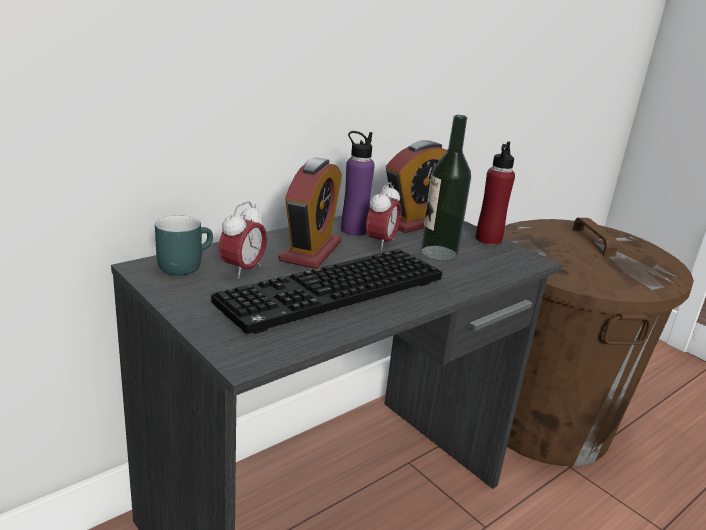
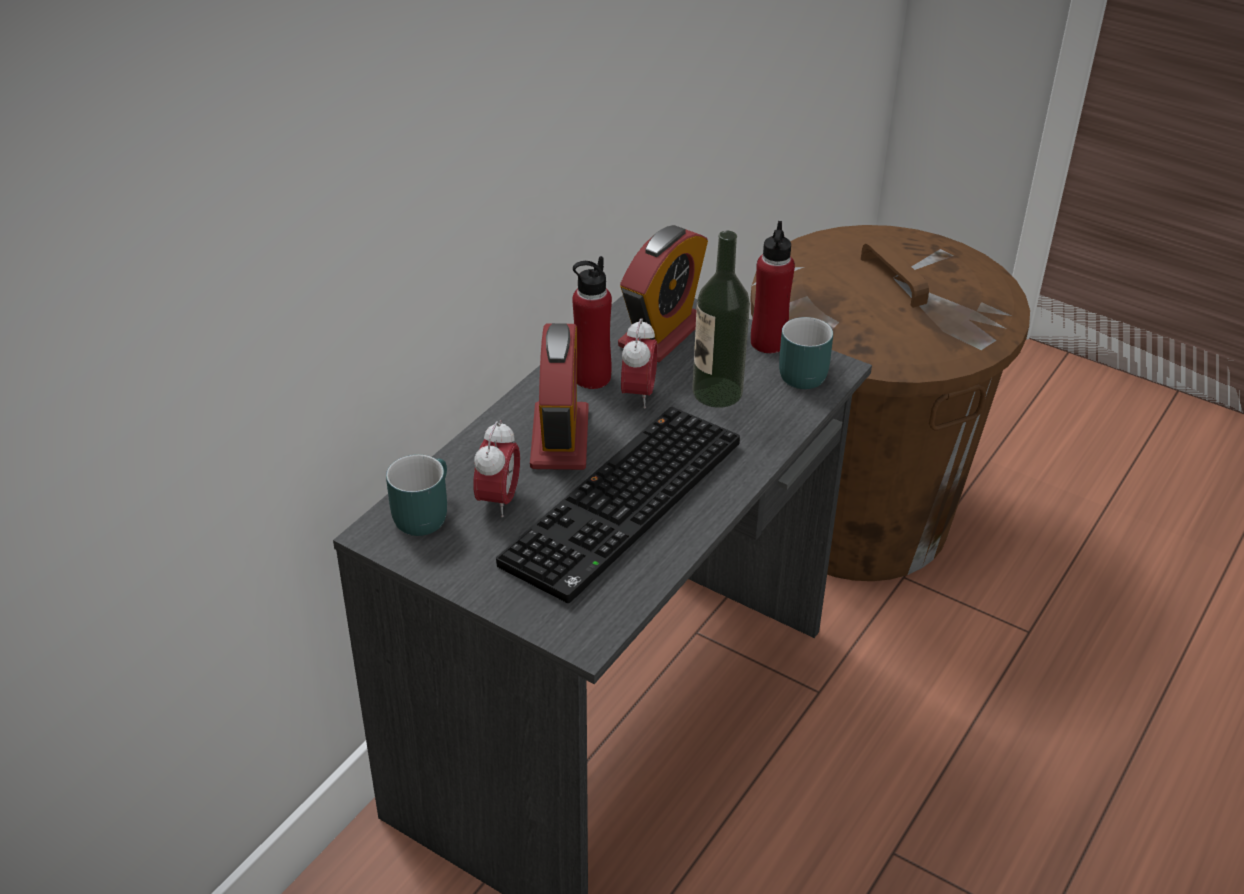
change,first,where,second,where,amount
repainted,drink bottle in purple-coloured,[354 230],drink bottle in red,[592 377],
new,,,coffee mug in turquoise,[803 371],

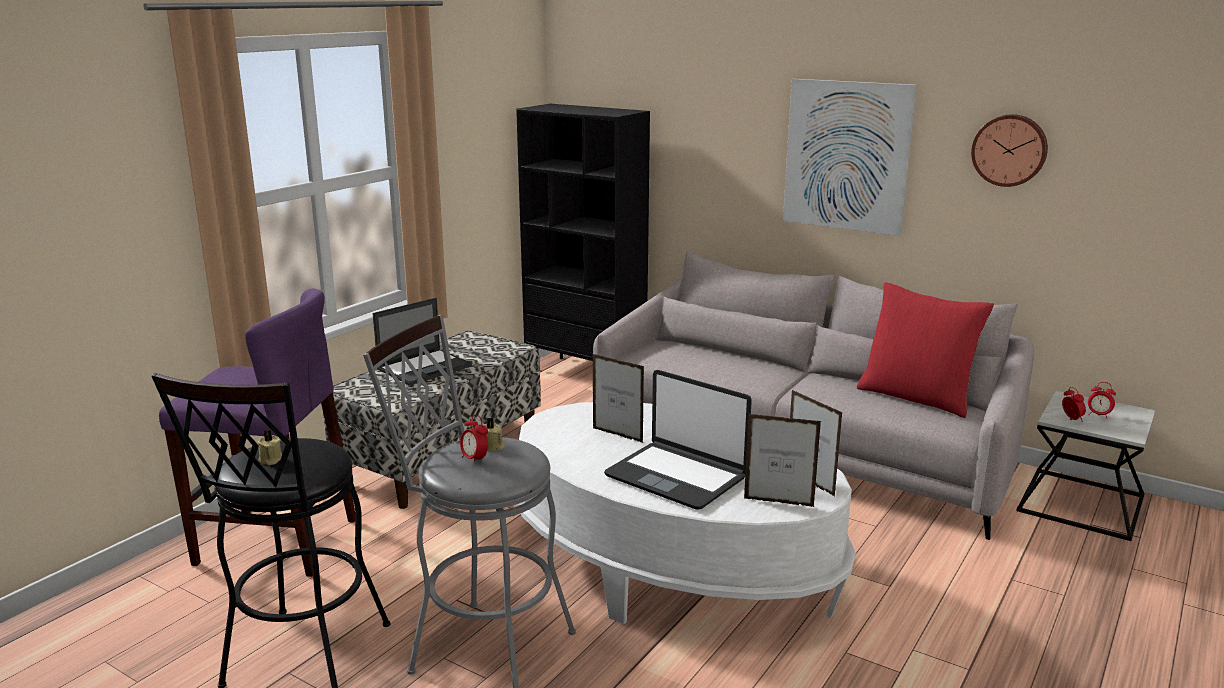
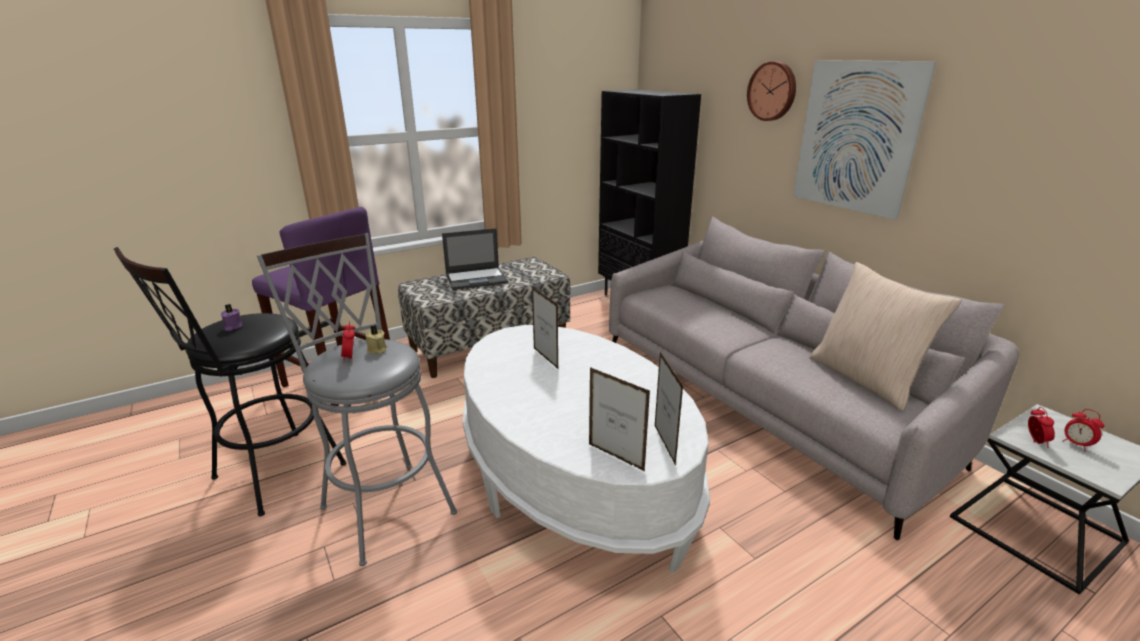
change,first,where,second,where,amount
shifted,hanging clock,[1009 150],,[772 91],
repainted,pillow in red,[917 397],pillow in sand-coloured,[865 379],
gone,notebook computer,[676 476],,,
repainted,candle in sand-coloured,[270 460],candle in purple-coloured,[232 327],

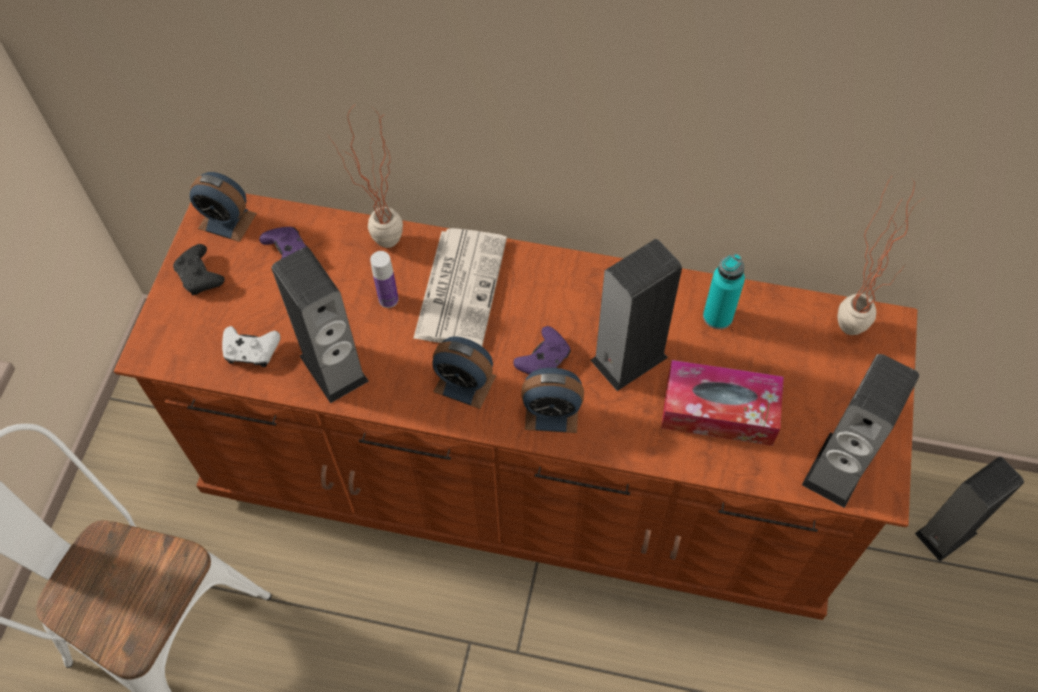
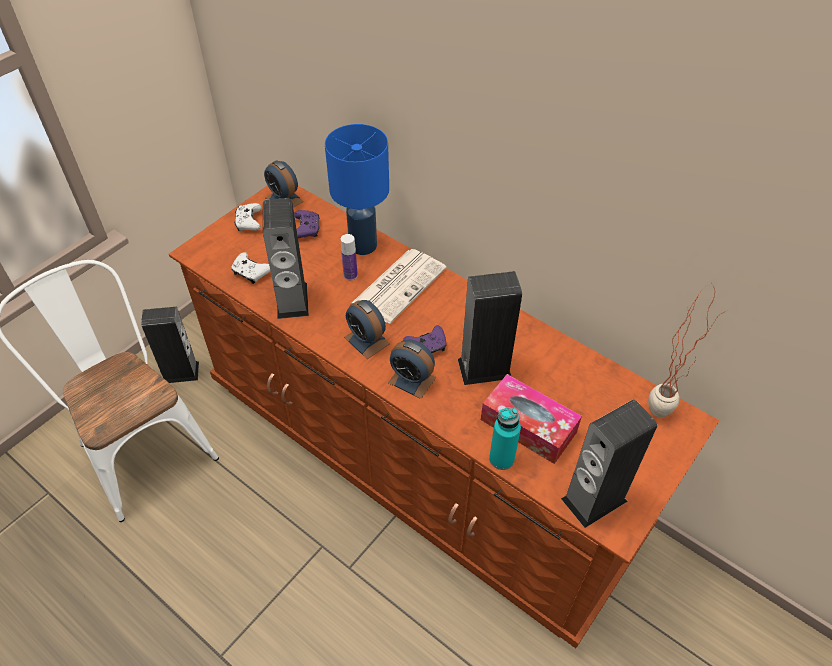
change,first,where,second,where,amount
swapped,plant in a pot,[380 248],table lamp in blue-coloured,[364 245],
repainted,game controller in black,[200 276],game controller in whitish,[249 222],
shifted,drink bottle in turquoise,[717 317],,[501 459],
shifted,speaker,[946 533],,[180 372],

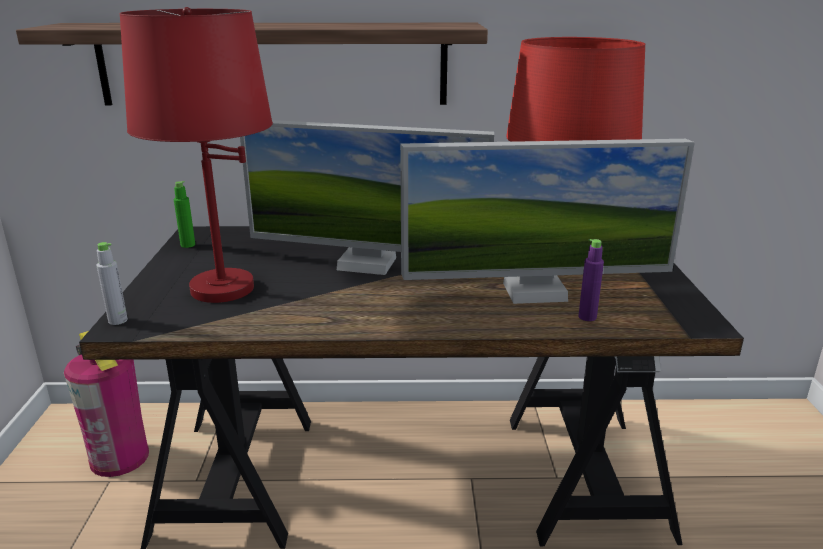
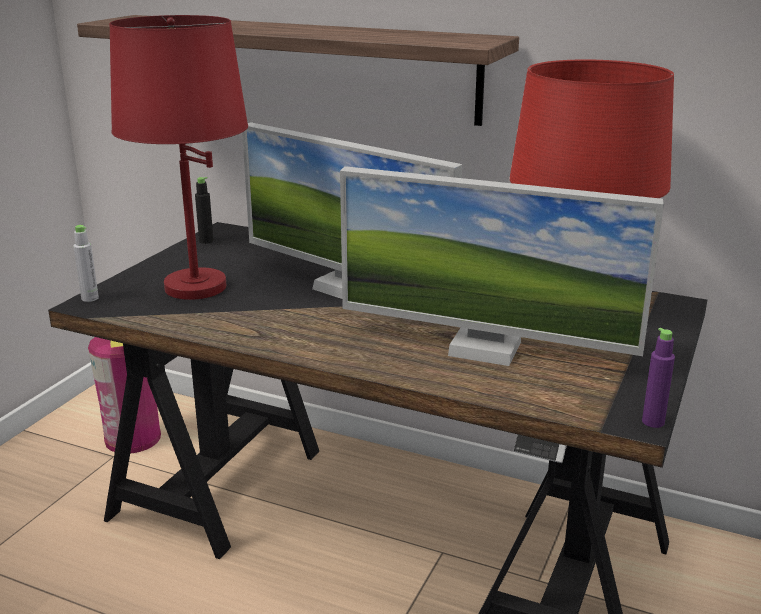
change,first,where,second,where,amount
repainted,drink bottle in green,[188 245],drink bottle in black,[206 241],
shifted,drink bottle in purple-coloured,[587 317],,[653 422],

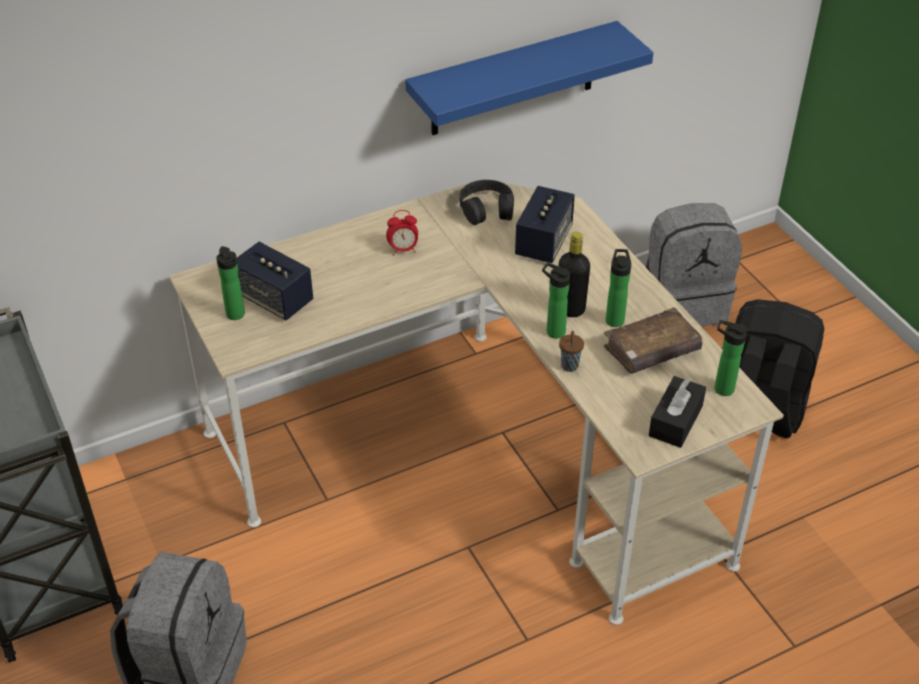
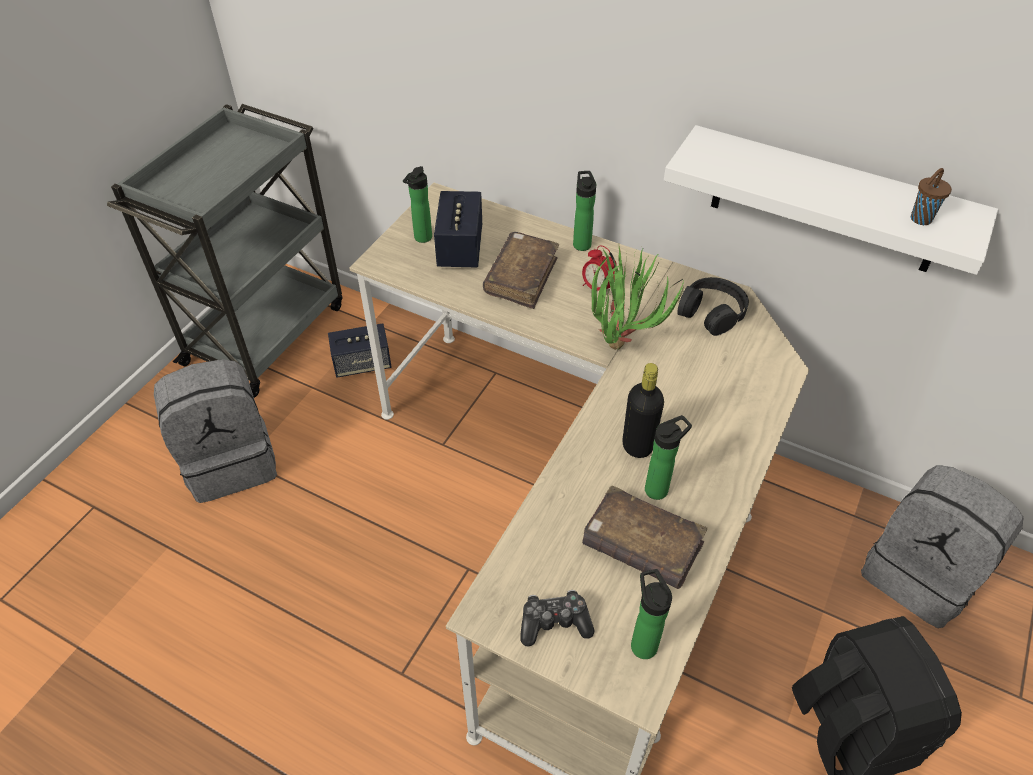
change,first,where,second,where,amount
repainted,bracket shelf in blue-coloured,[513 80],bracket shelf in whitish,[826 201],
shifted,speaker,[543 242],,[362 364],
shifted,drink bottle,[553 331],,[581 243],
shifted,cup in brownish,[569 367],,[919 219],
swapped,tissue box in black,[675 421],game controller,[554 622],
new,,,bound book in brownish,[521 277],
new,,,plant in a pot,[622 339],

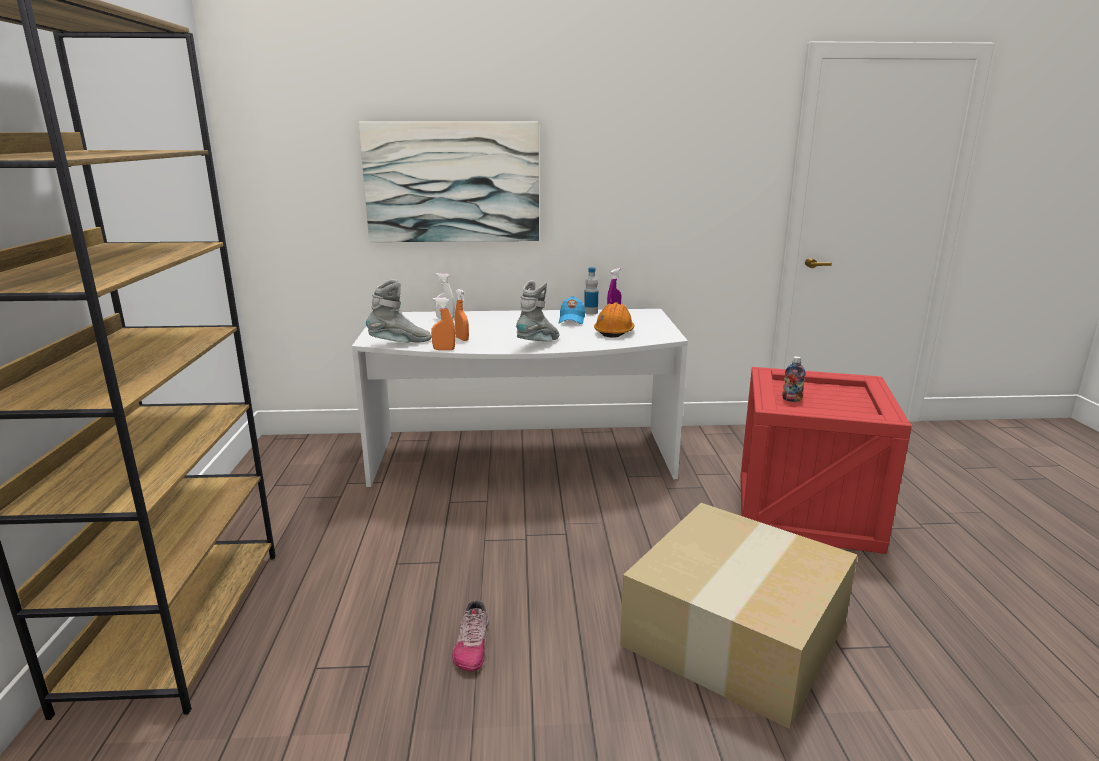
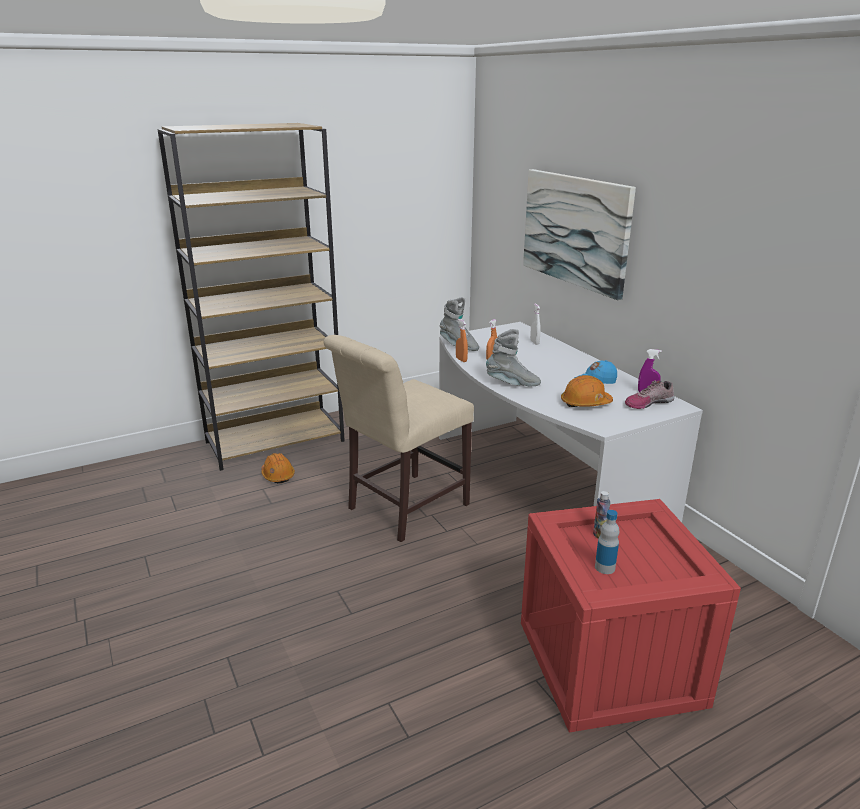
change,first,where,second,where,amount
shifted,drink bottle,[591 312],,[605 567],
gone,packing box,[736 636],,,
shifted,shoe,[472 645],,[648 403],
new,,,upright chair in sand-coloured,[402 508],
new,,,work helmet in orange-coloured,[278 475],

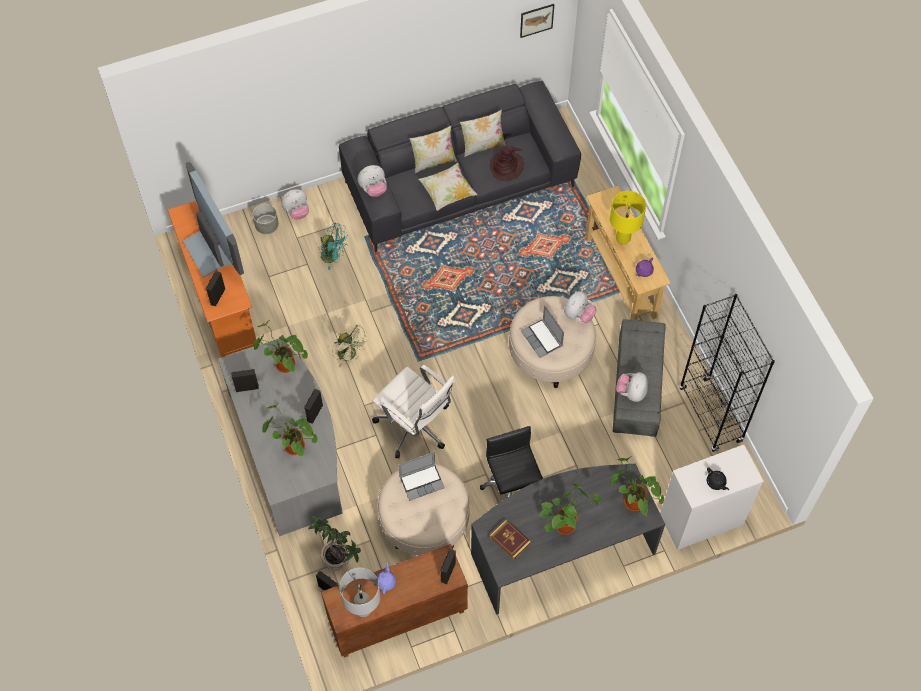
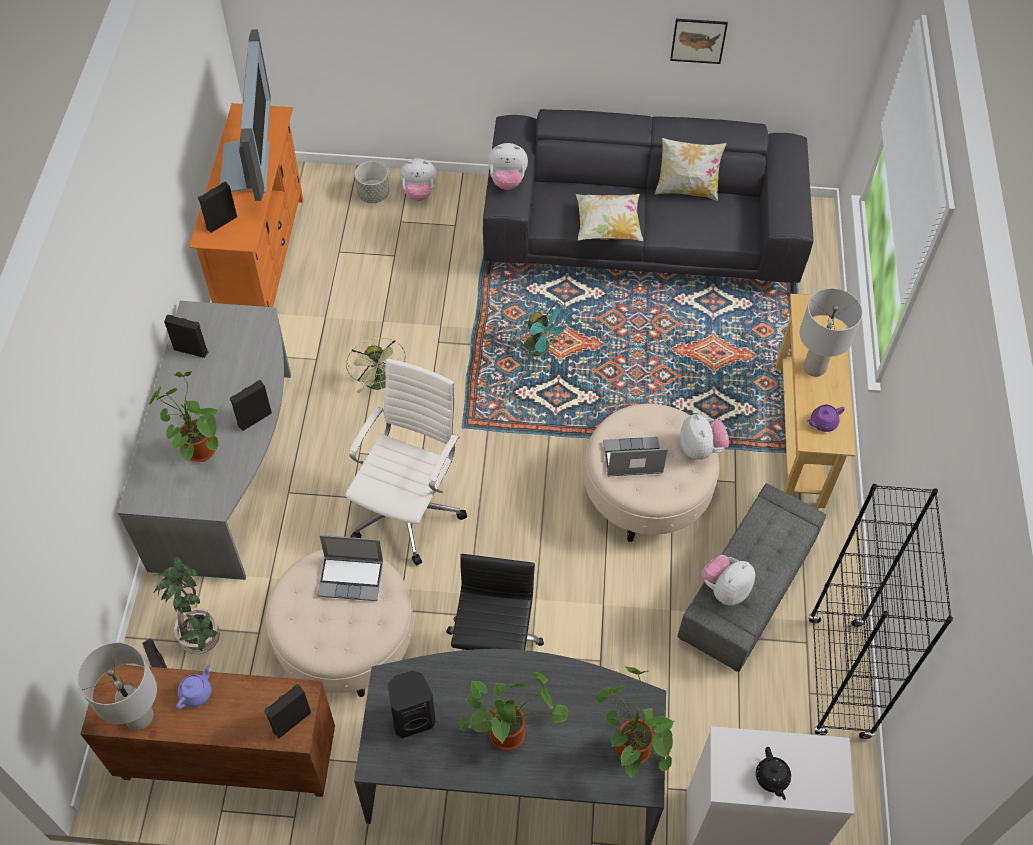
change,first,where,second,where,amount
shifted,picture,[536 20],,[698 40],
gone,pillow,[433 162],,,
gone,clothing hat in brownish,[506 166],,,
repainted,table lamp in yellow-coloured,[623 238],table lamp in greyish,[815 368],
shifted,fan in turquoise,[333 256],,[541 349],
rotated,cuddly toy,[578 315],,[701 449],75 degrees counterclockwise
rotated,notebook computer,[542 339],,[631 459],90 degrees clockwise
gone,plant in a pot,[283 365],,,
rotated,computer chair in whitish,[415 426],,[408 509],135 degrees counterclockwise
swapped,bound book,[510 540],speaker in black,[412 718],

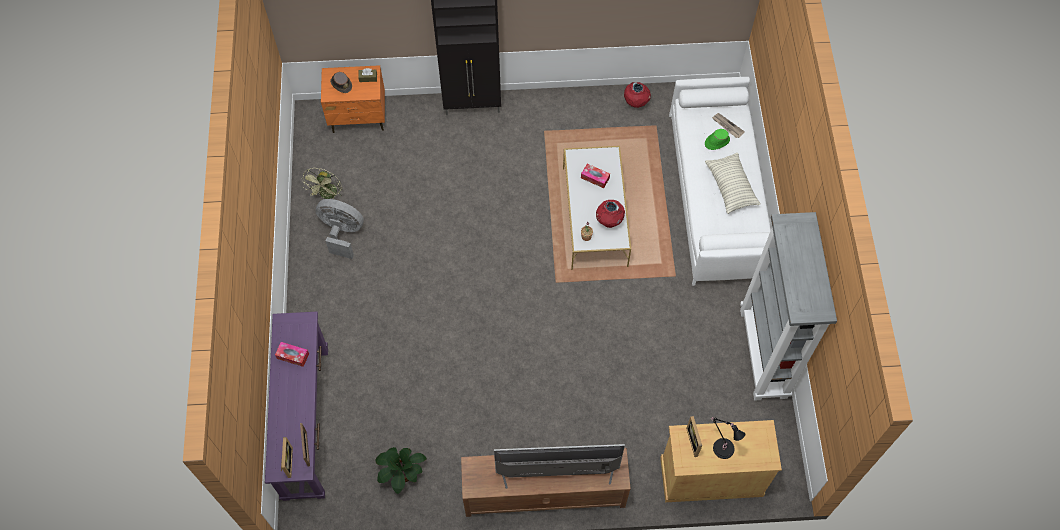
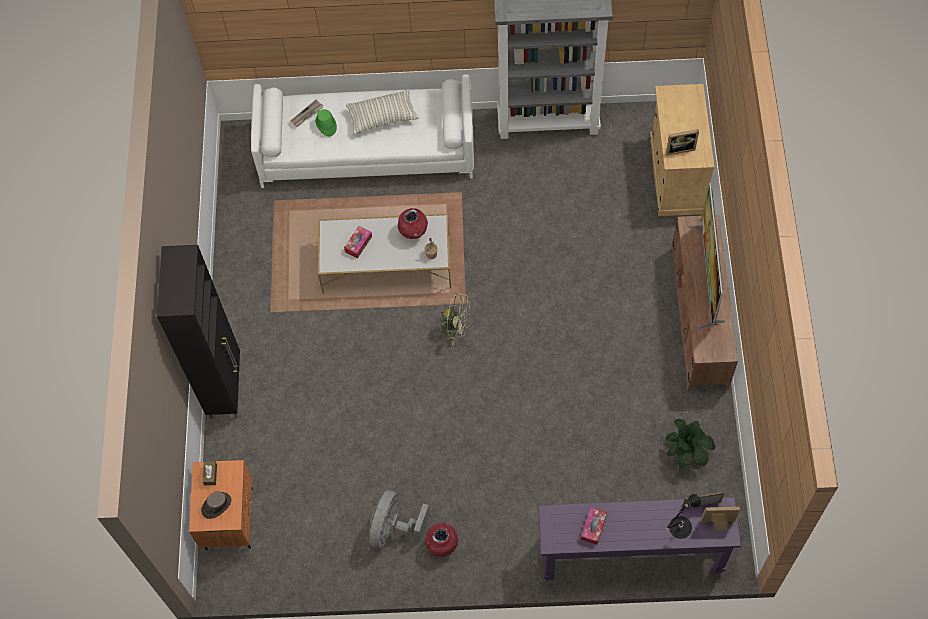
change,first,where,second,where,amount
shifted,vase in red,[636 103],,[442 545],
shifted,fan in green,[327 195],,[455 328],
shifted,table lamp in black,[722 447],,[678 528],

